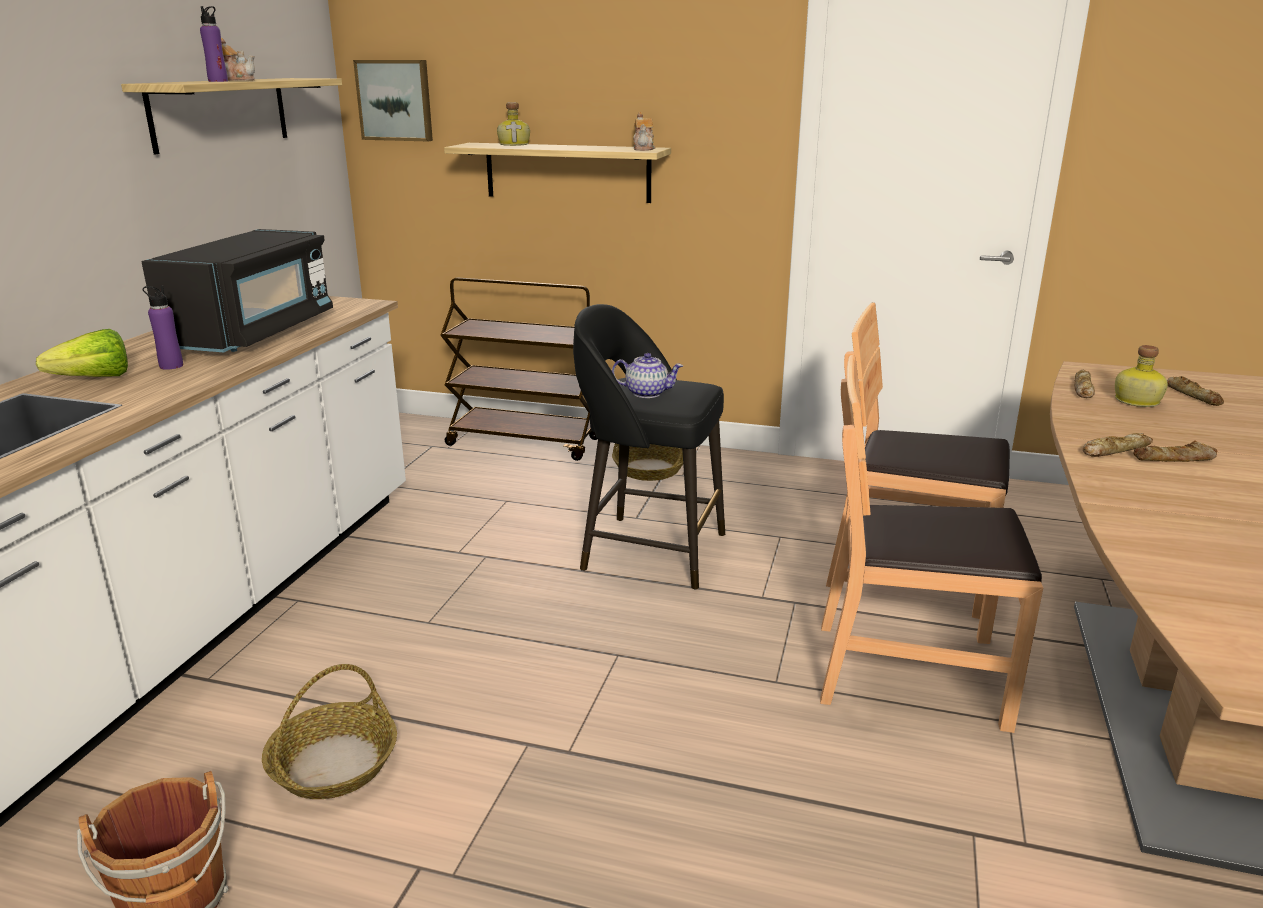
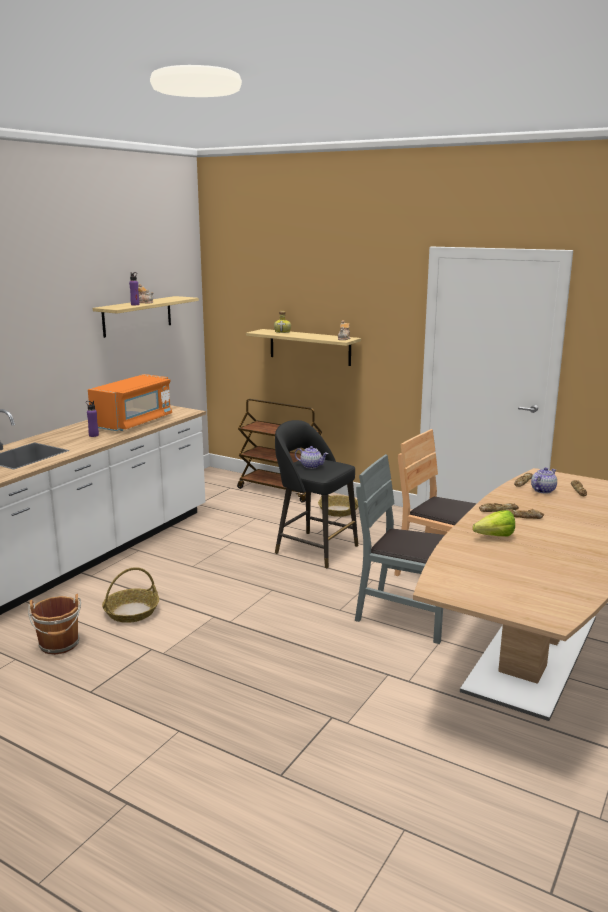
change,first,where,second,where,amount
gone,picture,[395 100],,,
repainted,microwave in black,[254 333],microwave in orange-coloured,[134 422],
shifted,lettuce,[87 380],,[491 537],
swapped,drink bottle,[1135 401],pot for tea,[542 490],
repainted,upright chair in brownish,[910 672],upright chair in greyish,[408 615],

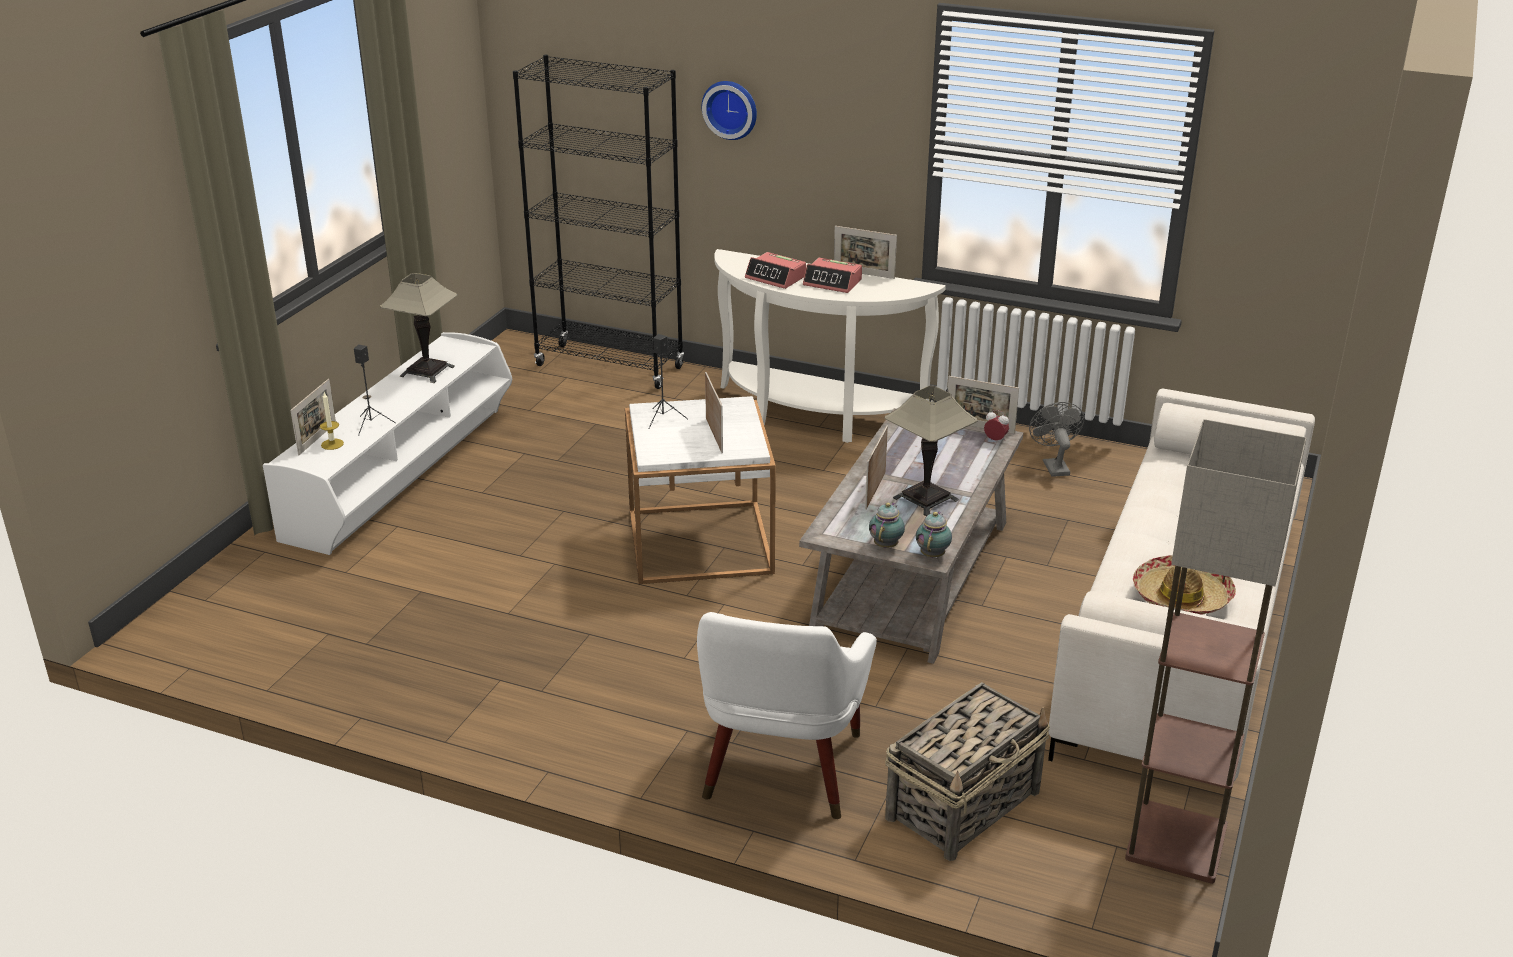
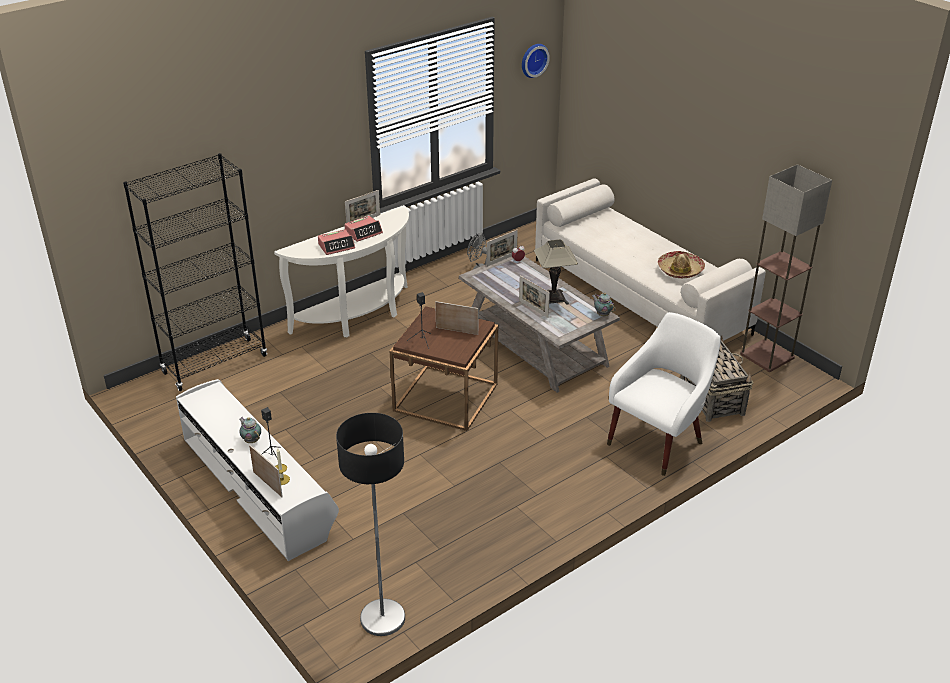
change,first,where,second,where,amount
shifted,hanging clock,[731 109],,[533 59],
gone,table lamp,[427 371],,,
repainted,accent table in whitish,[700 542],accent table in brownish,[445 397],
shifted,pot for tea,[886 545],,[251 440],
rotated,armchair in whitish,[780 774],,[658 440],90 degrees counterclockwise
new,,,floor lamp,[382 618],

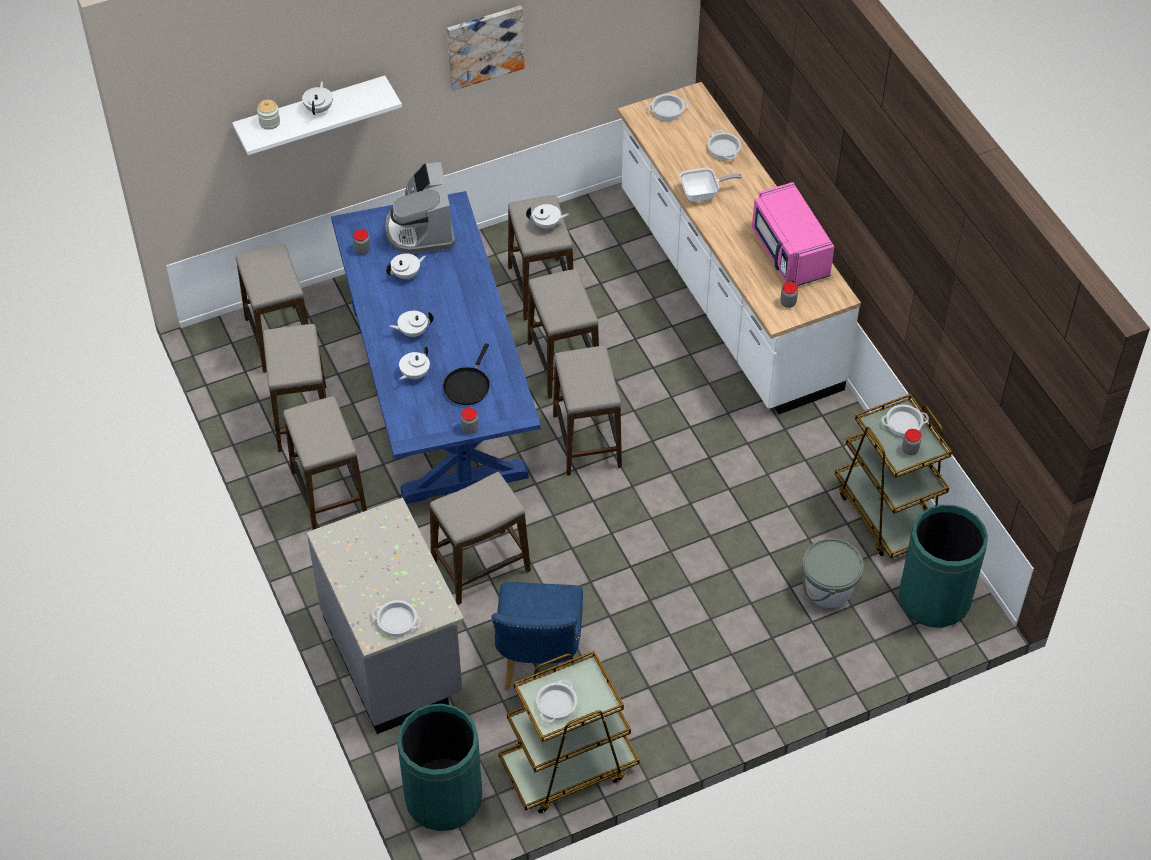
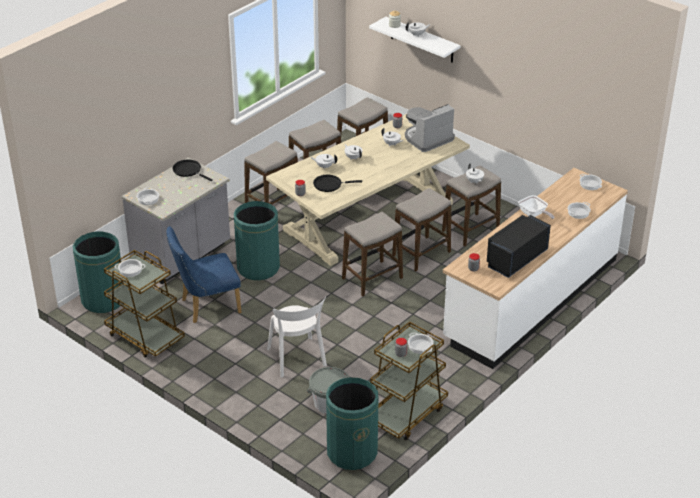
change,first,where,second,where,amount
gone,picture,[485 46],,,
repainted,microwave in pink-coloured,[789 252],microwave in black,[515 258],
repainted,kitchen table in blue-coloured,[438 389],kitchen table in sand-coloured,[369 217],
swapped,stool seat,[481 567],rubbish bin in green,[258 268],
new,,,pan in black,[188 171],
new,,,upright chair in whitish,[297 359],

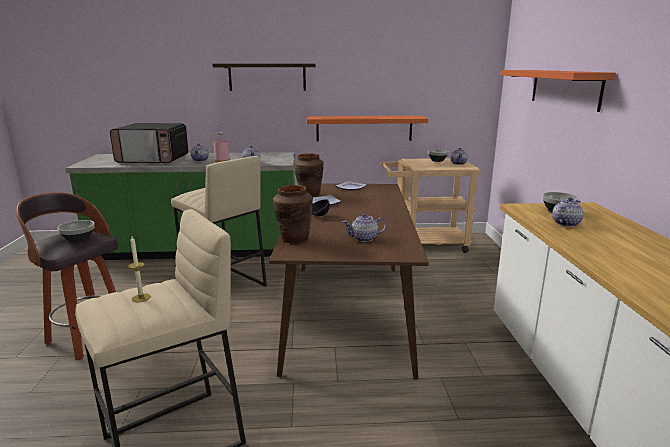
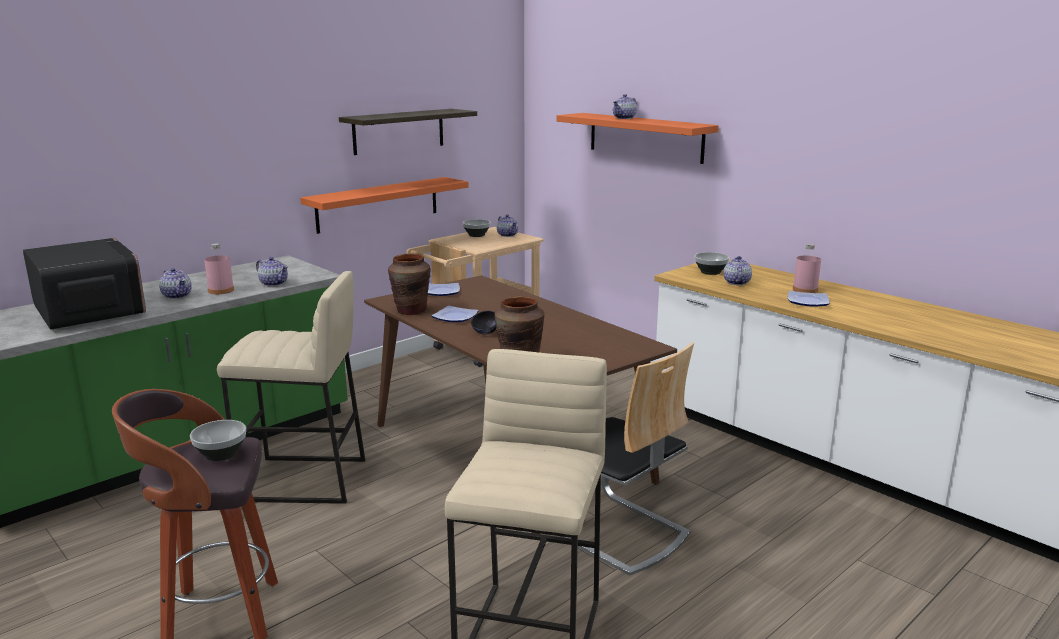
change,first,where,second,where,amount
shifted,bracket shelf,[267 77],,[399 131],
rotated,microwave,[154 160],,[89 311],90 degrees counterclockwise
shifted,pot for tea,[364 238],,[624 118],
gone,candle,[141 298],,,
new,,,drink bottle in pink-coloured,[805 290],
new,,,plate,[808 301],
new,,,upright chair,[617 531],

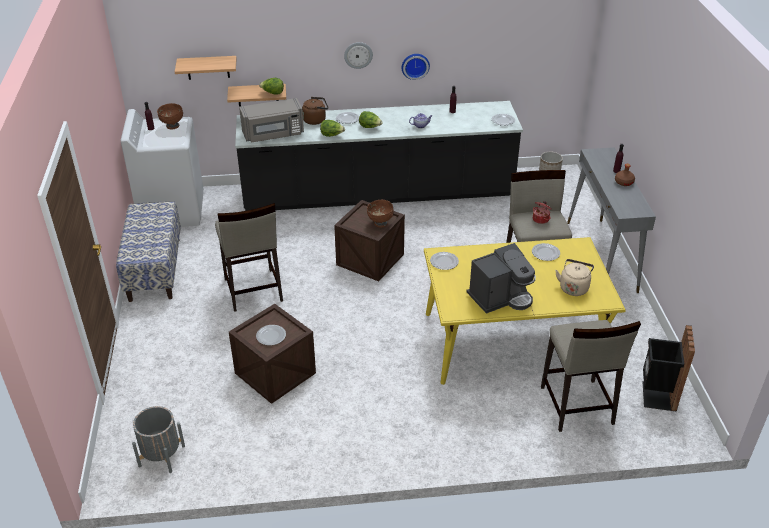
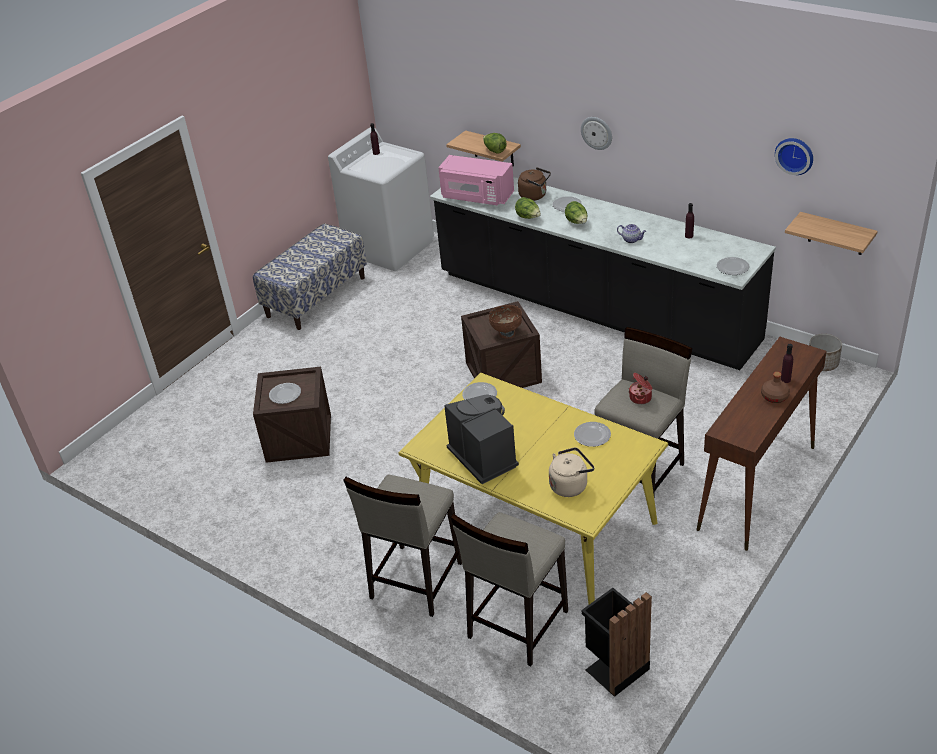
change,first,where,second,where,amount
shifted,hanging clock,[415 65],,[795 155],
shifted,bracket shelf,[208 67],,[836 234],
repainted,microwave in greyish,[273 134],microwave in pink-coloured,[476 197],
gone,serving bowl in brownish,[172 126],,,
repainted,hall table in greyish,[601 256],hall table in brownish,[757 488],
shifted,stool seat in sand-coloured,[253 290],,[415 581],
rotated,coffee brewer,[500 297],,[484 456],135 degrees counterclockwise
gone,flower pot in greyish,[162 456],,,

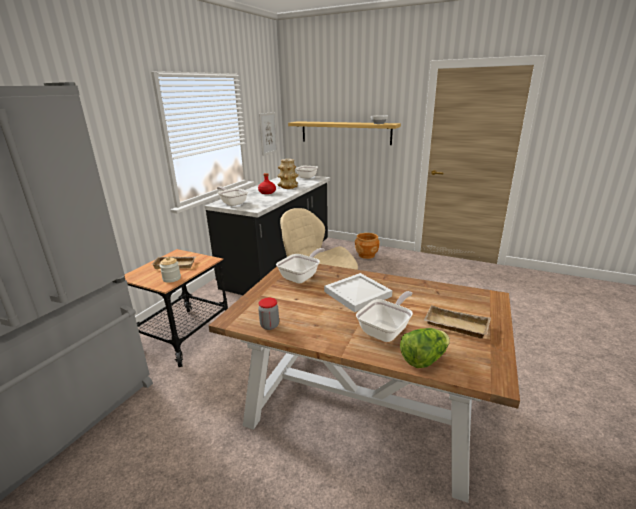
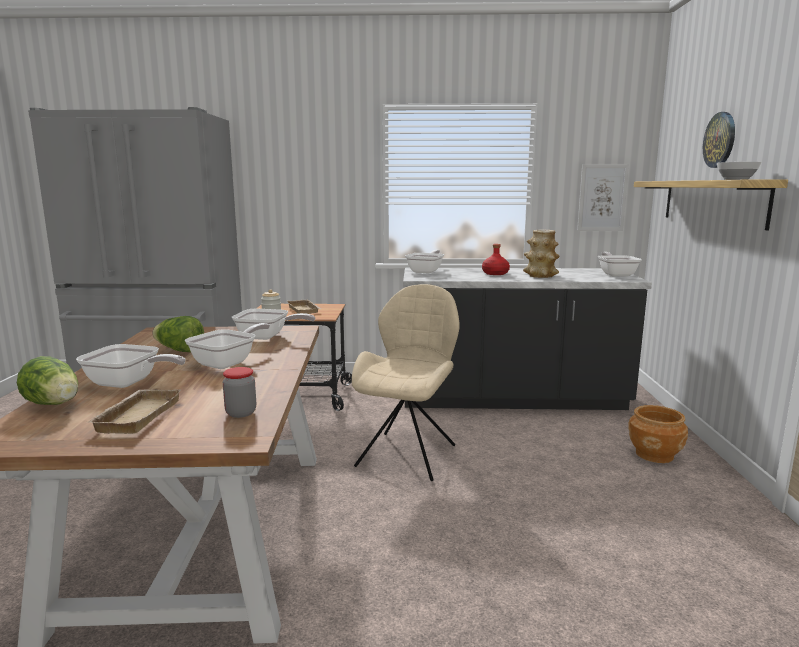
change,first,where,second,where,amount
swapped,serving tray in whitish,[357 293],pan,[228 362],
shifted,storage jar,[269 325],,[241 413],
new,,,hanging clock,[720 140],
new,,,lettuce,[179 350],

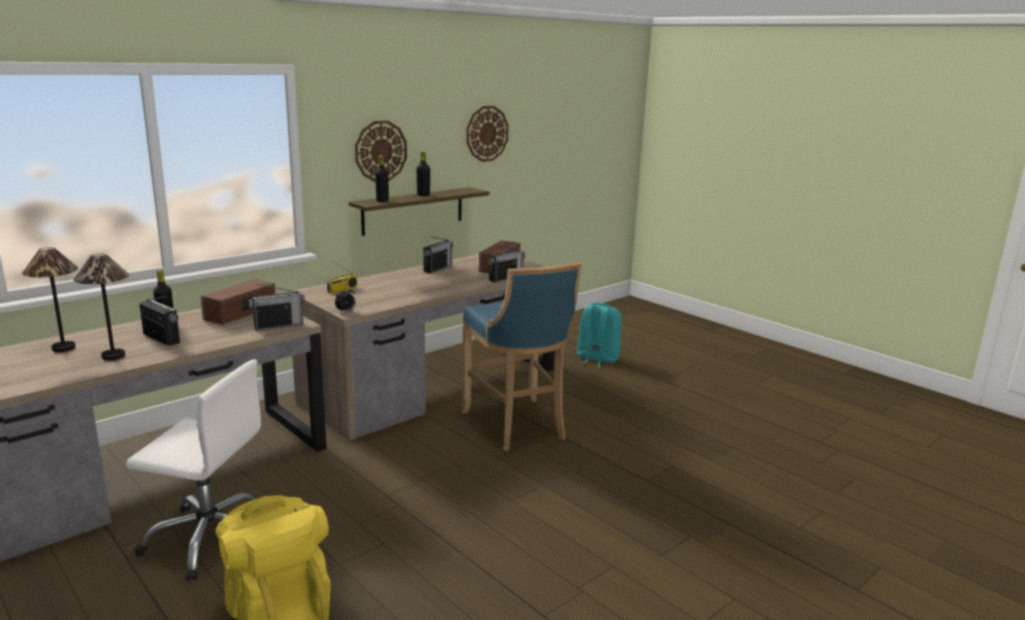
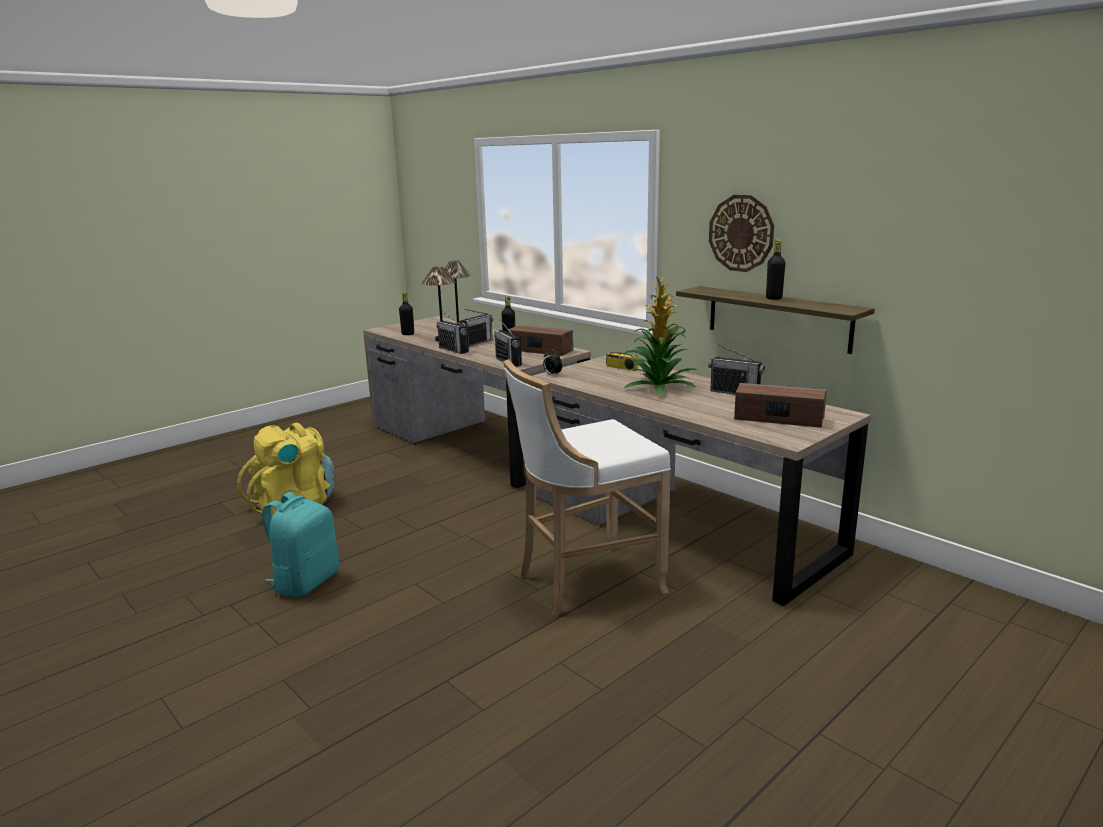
change,first,where,second,where,amount
gone,hanging clock,[487 133],,,
shifted,drink bottle in black,[382 201],,[408 334],
shifted,radio set,[506 278],,[453 350],
repainted,stool seat in blue-coloured,[517 426],stool seat in whitish,[585 582],
shifted,knapsack in turquoise,[597 359],,[305 582],
gone,computer chair in whitish,[210 538],,,
new,,,plant in a pot,[659 387],

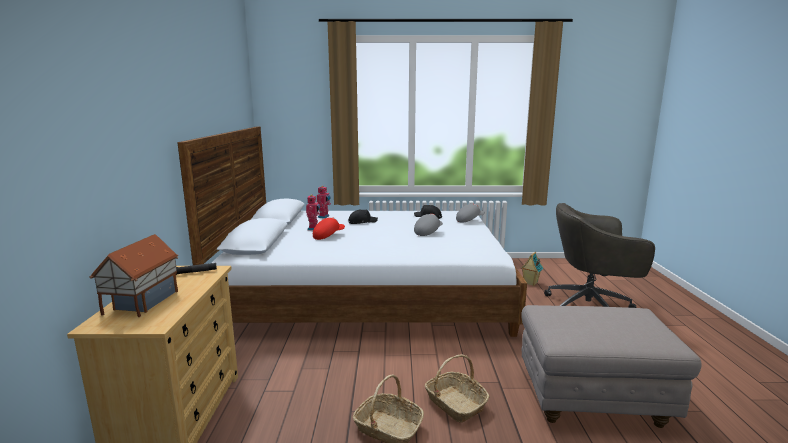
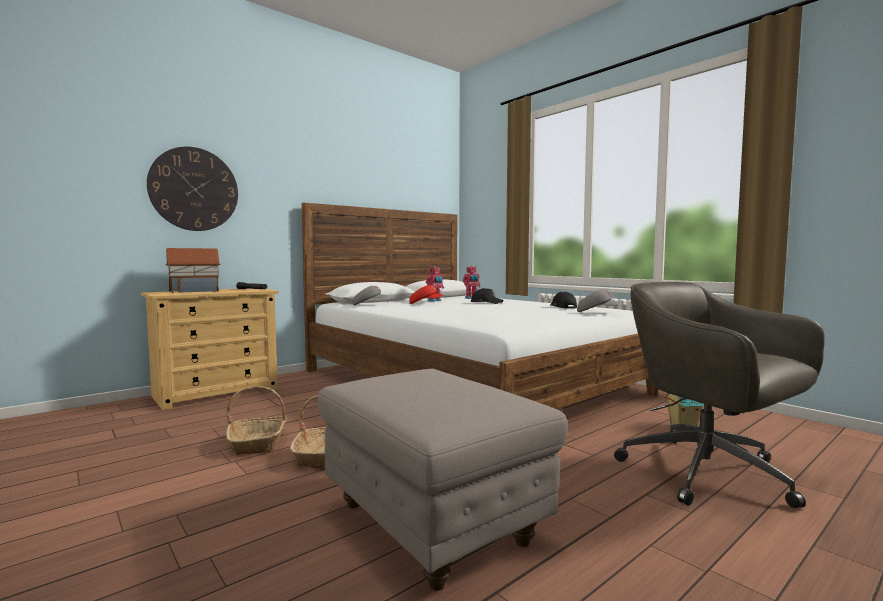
change,first,where,second,where,amount
shifted,cap in greyish,[428 232],,[370 304],
new,,,hanging clock,[194 189],

